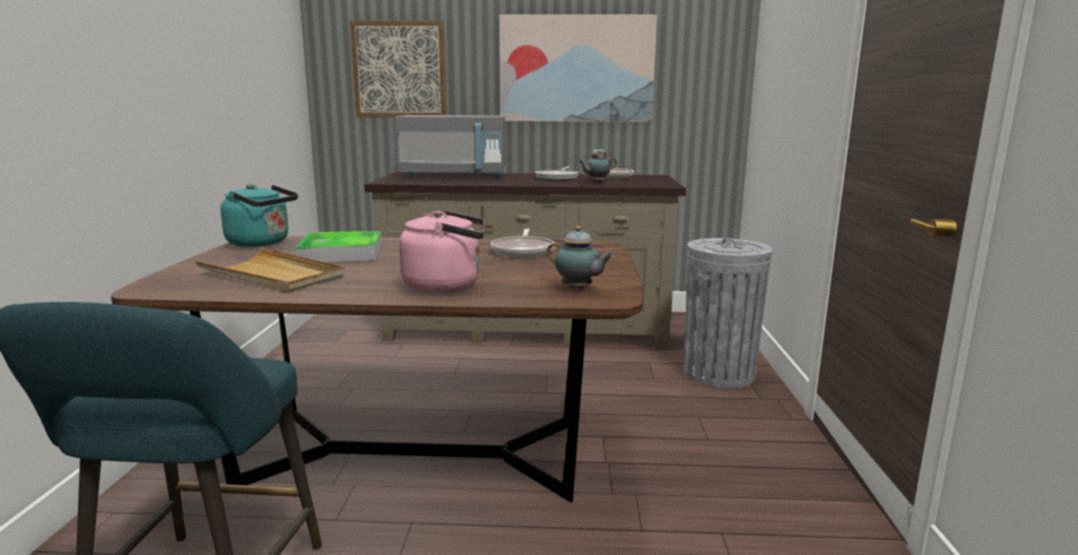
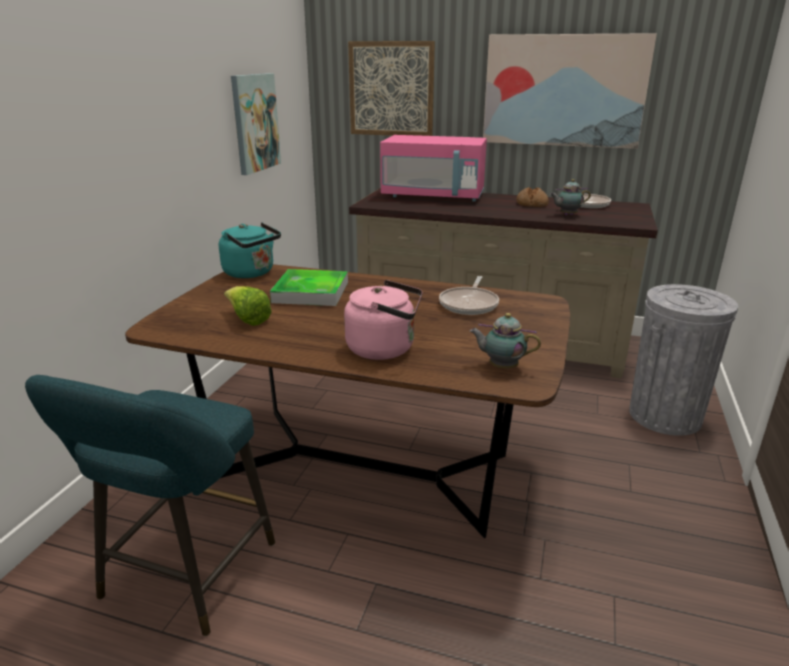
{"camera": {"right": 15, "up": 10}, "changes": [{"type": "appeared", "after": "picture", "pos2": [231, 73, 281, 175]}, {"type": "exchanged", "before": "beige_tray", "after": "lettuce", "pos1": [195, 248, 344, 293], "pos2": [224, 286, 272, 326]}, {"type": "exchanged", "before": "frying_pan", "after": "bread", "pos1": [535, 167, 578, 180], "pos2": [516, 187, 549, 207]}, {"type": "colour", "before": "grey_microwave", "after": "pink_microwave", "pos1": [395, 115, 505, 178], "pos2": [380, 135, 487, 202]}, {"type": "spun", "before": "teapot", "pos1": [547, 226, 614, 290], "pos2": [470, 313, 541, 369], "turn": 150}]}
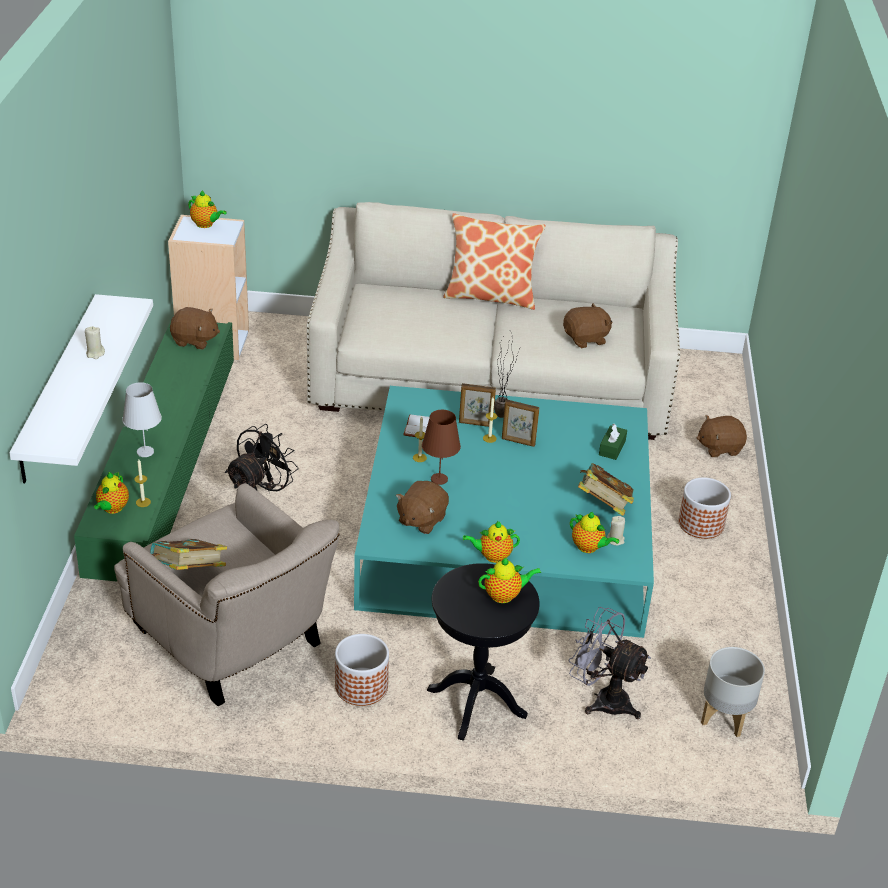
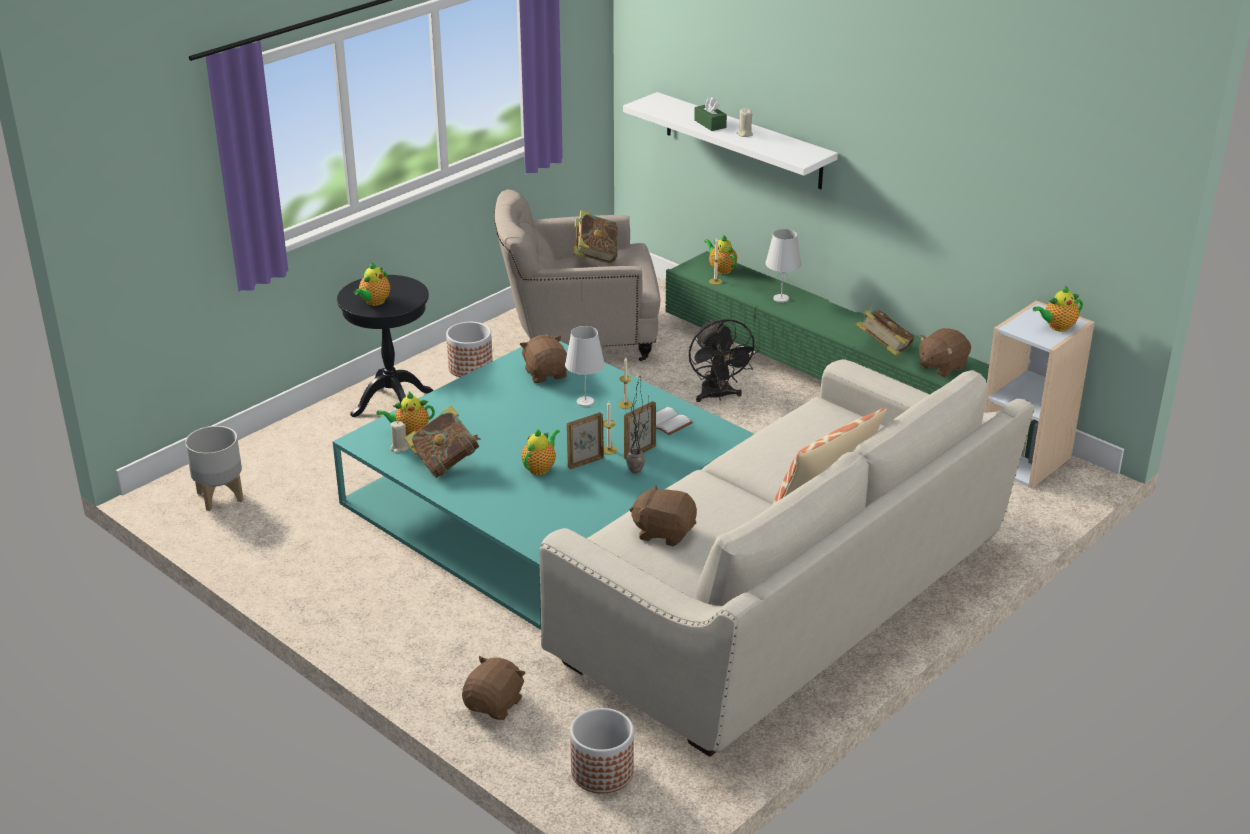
{"camera": {"right": 130, "up": -5}, "changes": [{"type": "missing", "before": "grey_fan", "pos1": [568, 607, 651, 719]}, {"type": "appeared", "after": "book", "pos2": [856, 310, 915, 356]}, {"type": "relocated", "before": "teapot", "pos1": [463, 521, 520, 563], "pos2": [521, 428, 560, 475]}, {"type": "relocated", "before": "green_tissue_box", "pos1": [599, 424, 627, 460], "pos2": [694, 97, 727, 131]}, {"type": "relocated", "before": "planter", "pos1": [678, 477, 731, 539], "pos2": [570, 708, 634, 794]}, {"type": "colour", "before": "brown_table_lamp", "after": "white_table_lamp", "pos1": [422, 410, 461, 485], "pos2": [565, 326, 605, 407]}, {"type": "spun", "before": "brown_plush_toy", "pos1": [563, 303, 612, 348], "pos2": [629, 484, 697, 546], "turn": 90}]}
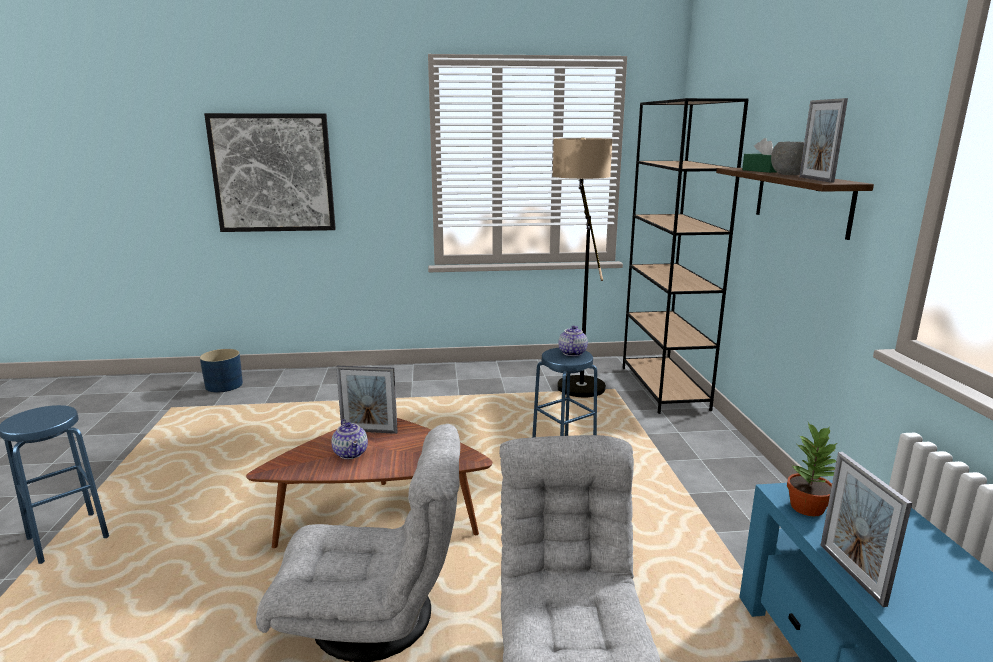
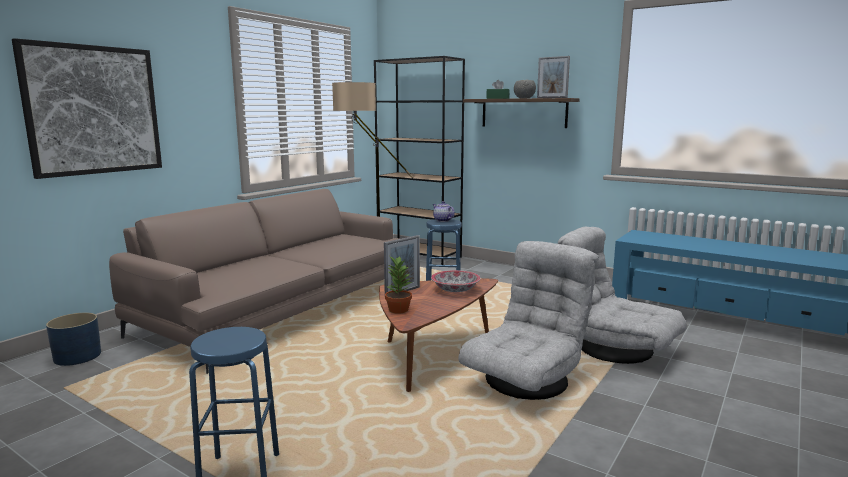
{"camera": {"right": -50, "up": -5}, "changes": [{"type": "missing", "before": "teapot", "pos1": [331, 419, 368, 459]}, {"type": "missing", "before": "picture_frame", "pos1": [820, 452, 912, 607]}, {"type": "appeared", "after": "beige_sofa", "pos2": [109, 189, 399, 374]}, {"type": "appeared", "after": "bowl", "pos2": [431, 270, 481, 292]}, {"type": "relocated", "before": "potted_plant", "pos1": [787, 422, 837, 516], "pos2": [385, 257, 412, 314]}]}
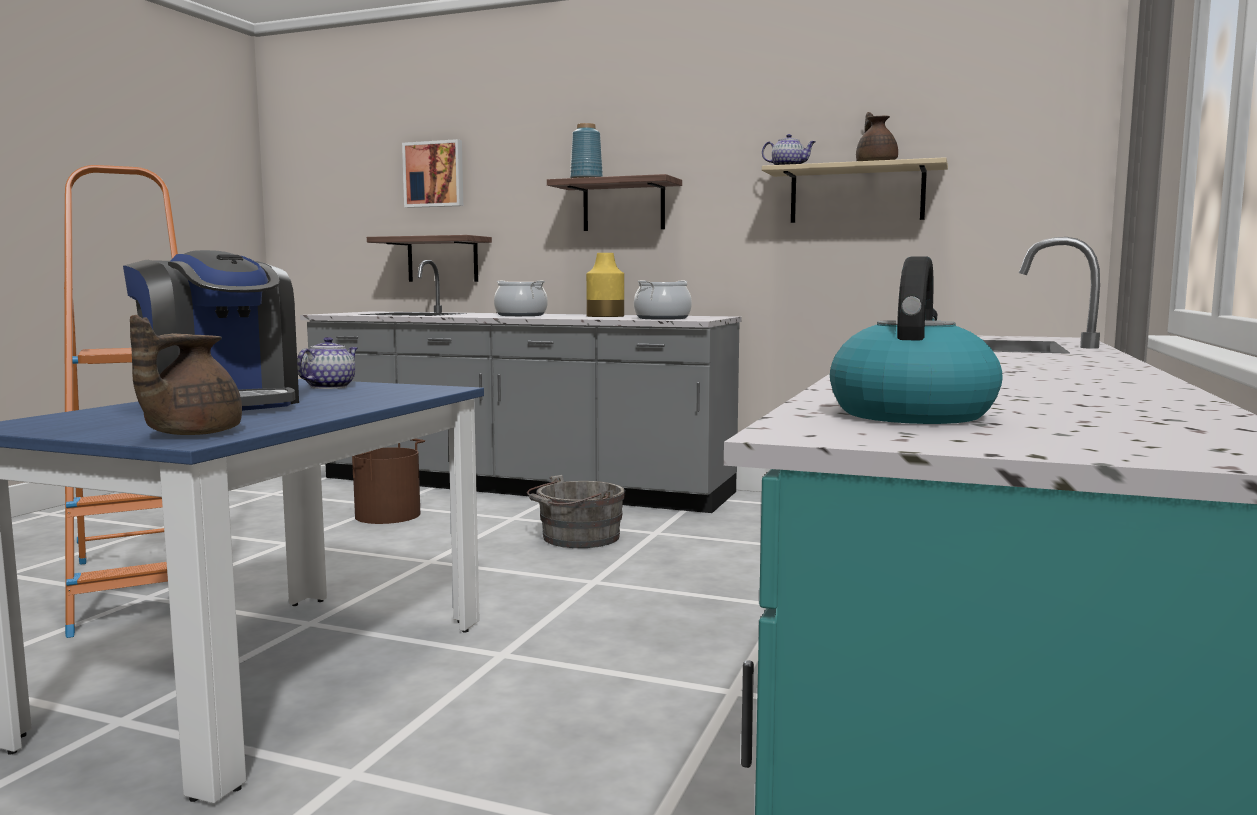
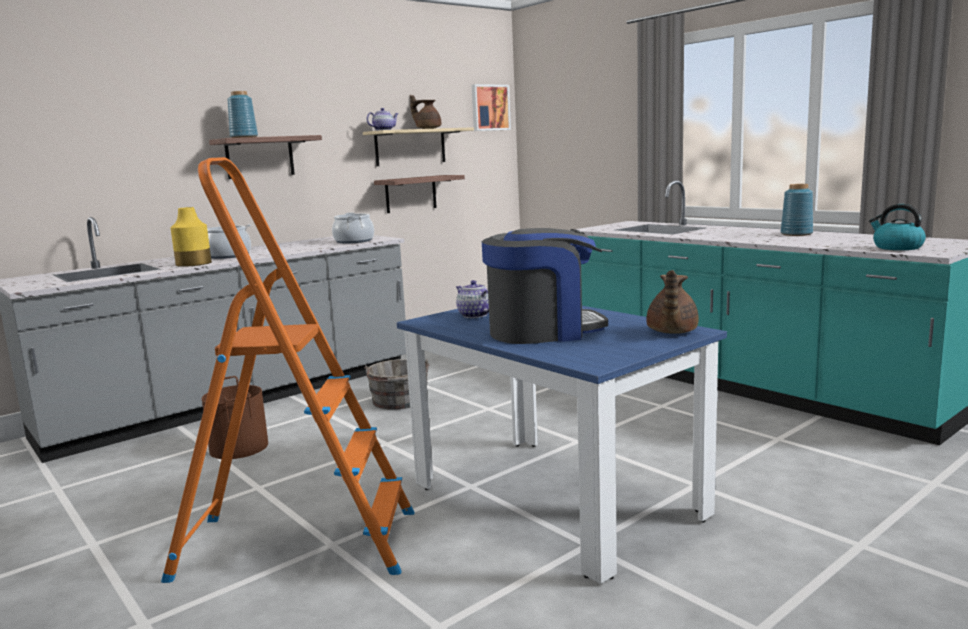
{"camera": {"right": -60, "up": 5}, "changes": [{"type": "appeared", "after": "blue_vase", "pos2": [781, 184, 813, 236]}, {"type": "relocated", "before": "shelf", "pos1": [367, 235, 492, 282], "pos2": [374, 175, 465, 213]}, {"type": "relocated", "before": "picture", "pos1": [402, 139, 463, 208], "pos2": [471, 84, 511, 131]}, {"type": "relocated", "before": "yellow_vase", "pos1": [586, 253, 624, 317], "pos2": [170, 207, 212, 267]}, {"type": "spun", "before": "brown_teapot", "pos1": [130, 315, 242, 435], "pos2": [646, 270, 699, 334], "turn": 60}]}
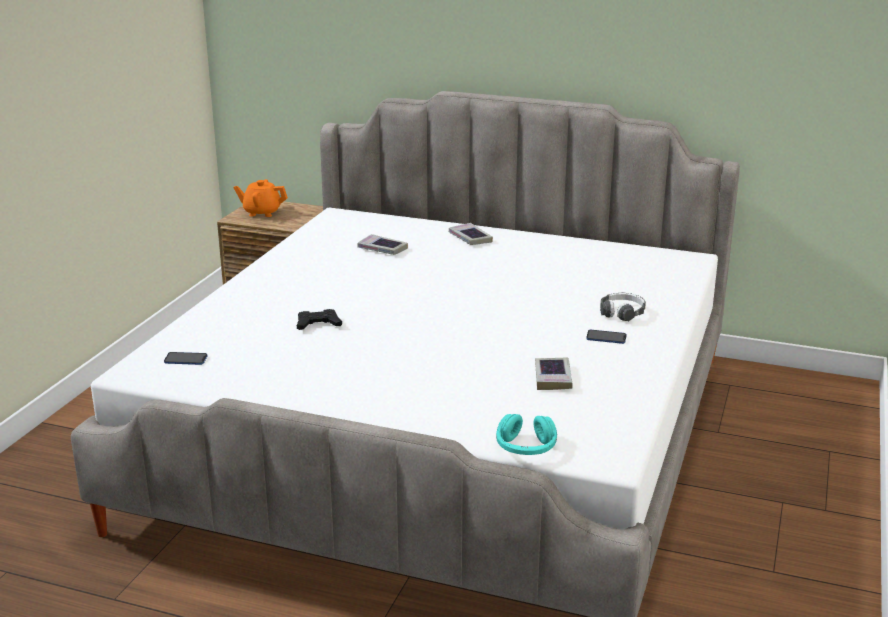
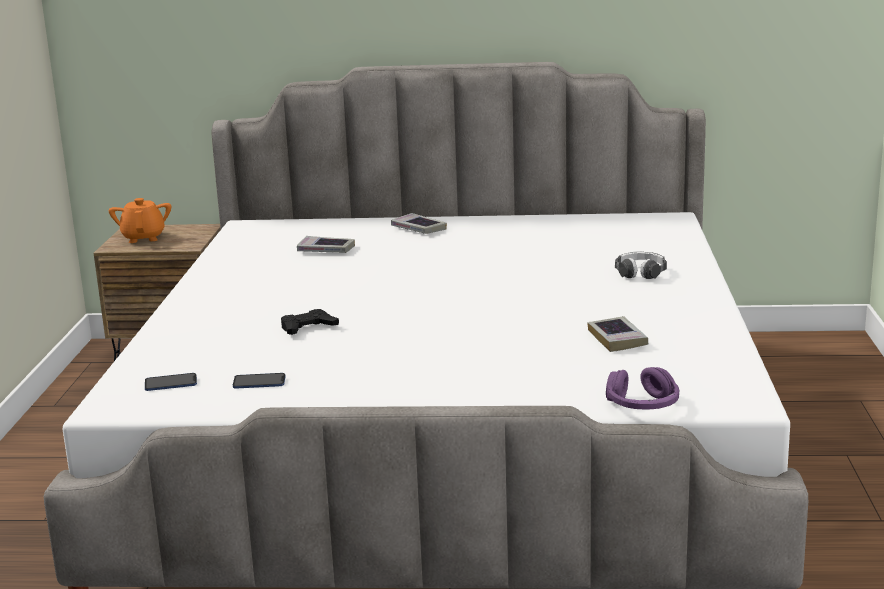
{"camera": {"right": -15, "up": -5}, "changes": [{"type": "relocated", "before": "phone", "pos1": [586, 330, 627, 344], "pos2": [233, 373, 286, 389]}, {"type": "colour", "before": "turquoise_headphones", "after": "purple_headphones", "pos1": [496, 414, 557, 455], "pos2": [606, 367, 679, 410]}, {"type": "spun", "before": "orange_teapot", "pos1": [234, 179, 288, 217], "pos2": [109, 198, 171, 243], "turn": 90}]}
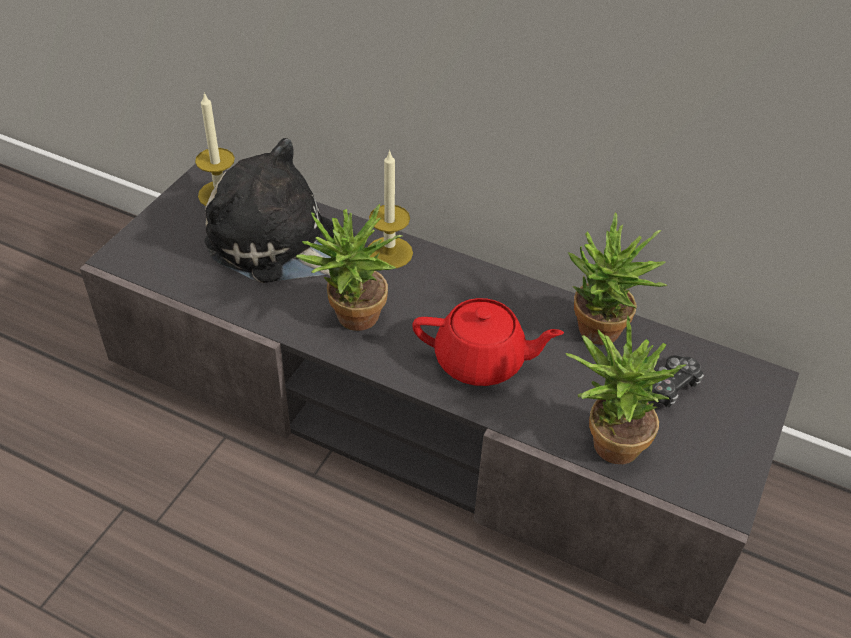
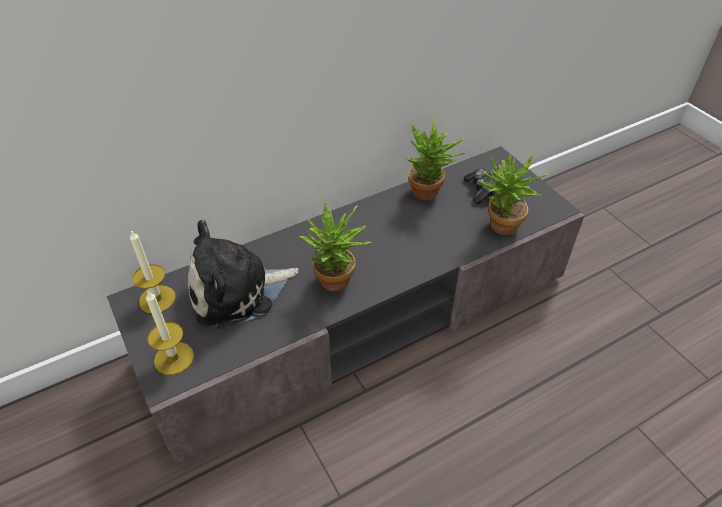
{"camera": {"right": -55, "up": 0}, "changes": [{"type": "missing", "before": "red_teapot", "pos1": [412, 298, 564, 386]}, {"type": "relocated", "before": "candle", "pos1": [368, 149, 413, 268], "pos2": [146, 290, 194, 375]}]}
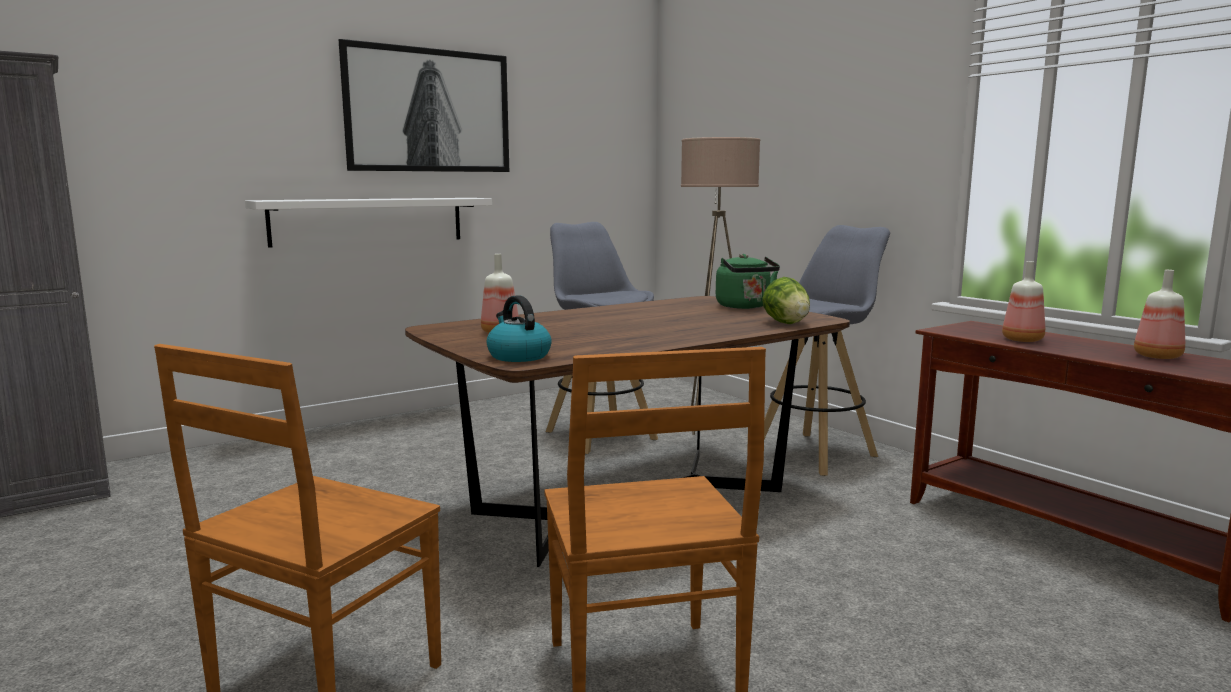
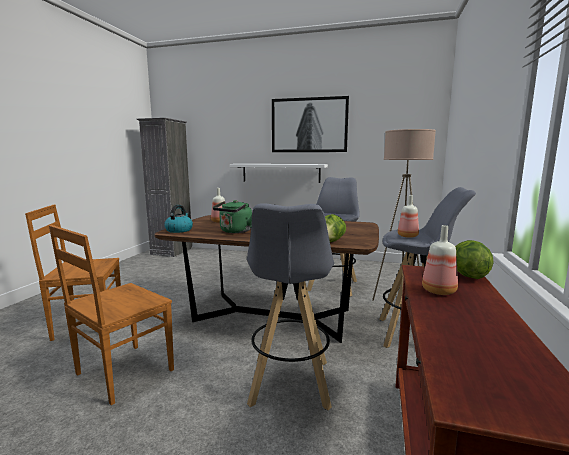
{"camera": {"right": 50, "up": 0}, "changes": [{"type": "appeared", "after": "grey_stool", "pos2": [247, 203, 335, 410]}, {"type": "appeared", "after": "lettuce", "pos2": [455, 240, 494, 279]}, {"type": "relocated", "before": "green_kettle", "pos1": [716, 254, 780, 309], "pos2": [213, 200, 252, 233]}, {"type": "relocated", "before": "bottle", "pos1": [1134, 270, 1185, 359], "pos2": [398, 195, 419, 238]}]}
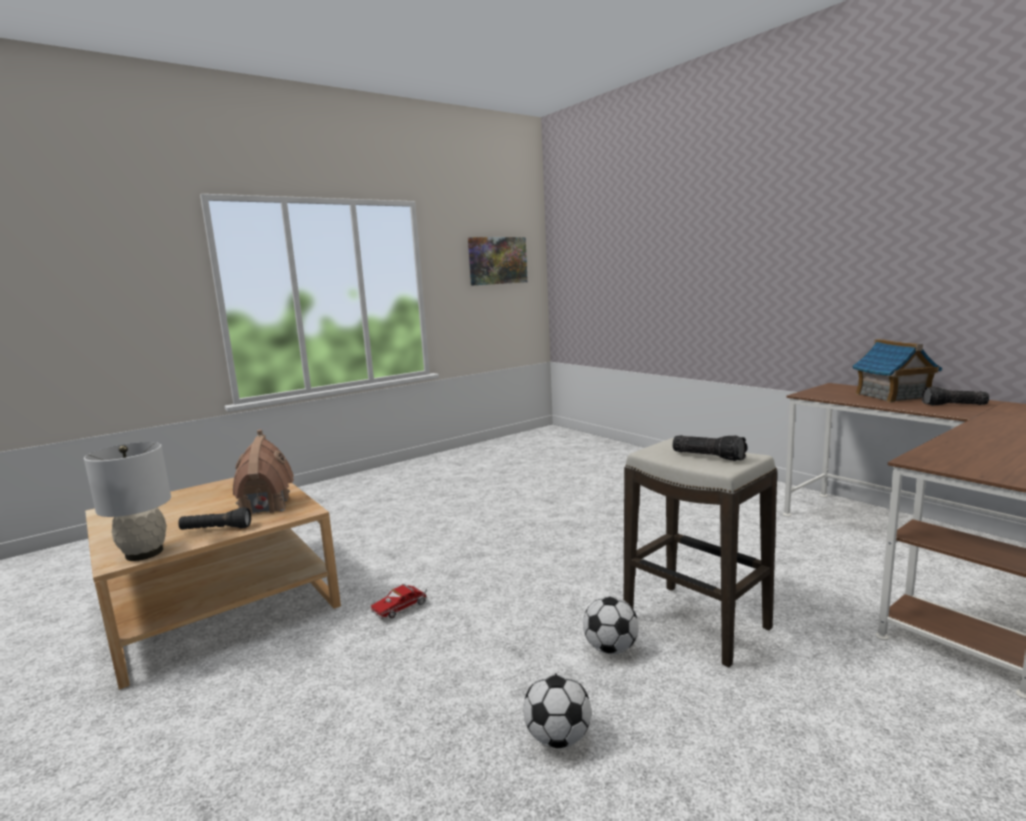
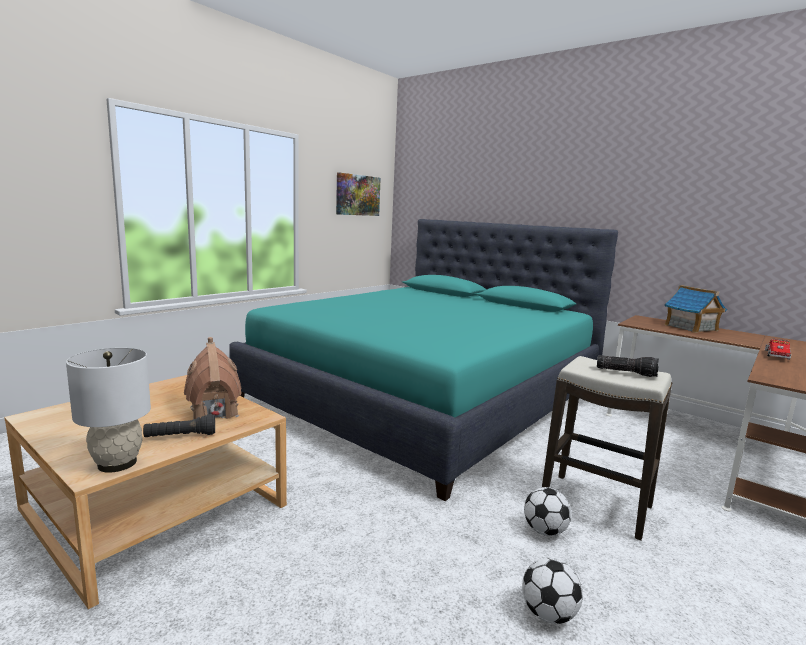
{"camera": {"right": -15, "up": 0}, "changes": [{"type": "missing", "before": "flashlight", "pos1": [922, 386, 989, 405]}, {"type": "appeared", "after": "turquoise_bed", "pos2": [229, 219, 618, 501]}, {"type": "relocated", "before": "toy_truck", "pos1": [371, 584, 428, 619], "pos2": [765, 338, 791, 360]}]}
